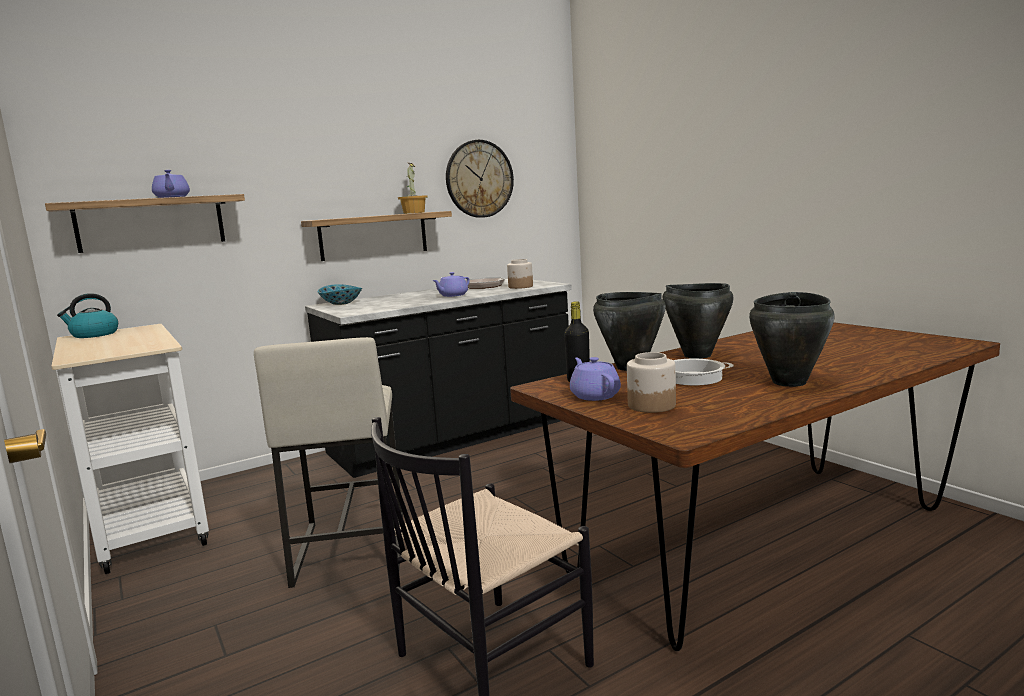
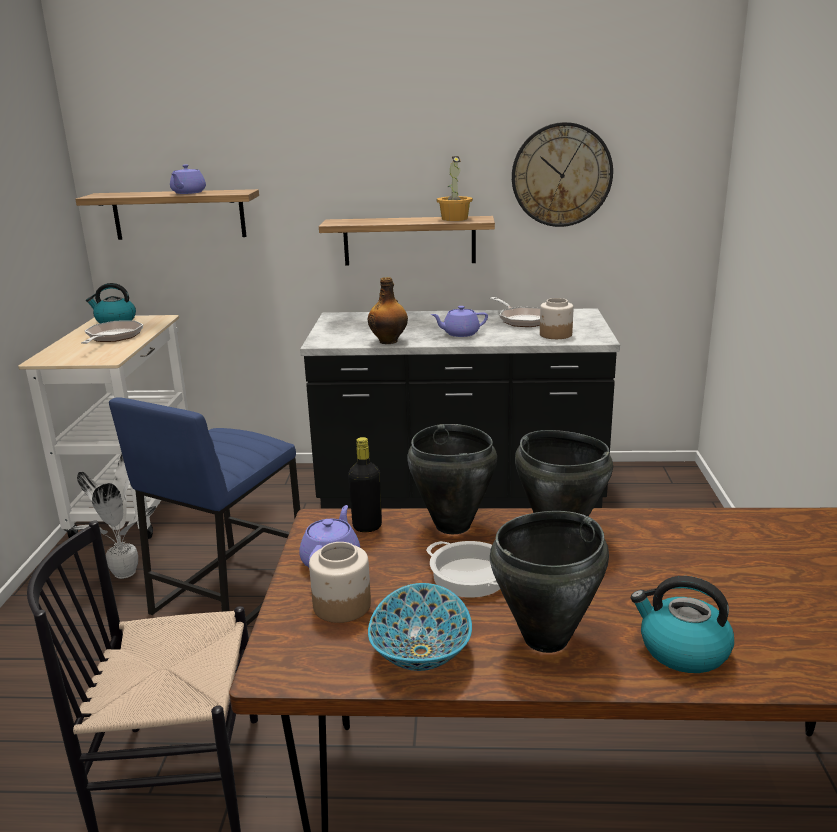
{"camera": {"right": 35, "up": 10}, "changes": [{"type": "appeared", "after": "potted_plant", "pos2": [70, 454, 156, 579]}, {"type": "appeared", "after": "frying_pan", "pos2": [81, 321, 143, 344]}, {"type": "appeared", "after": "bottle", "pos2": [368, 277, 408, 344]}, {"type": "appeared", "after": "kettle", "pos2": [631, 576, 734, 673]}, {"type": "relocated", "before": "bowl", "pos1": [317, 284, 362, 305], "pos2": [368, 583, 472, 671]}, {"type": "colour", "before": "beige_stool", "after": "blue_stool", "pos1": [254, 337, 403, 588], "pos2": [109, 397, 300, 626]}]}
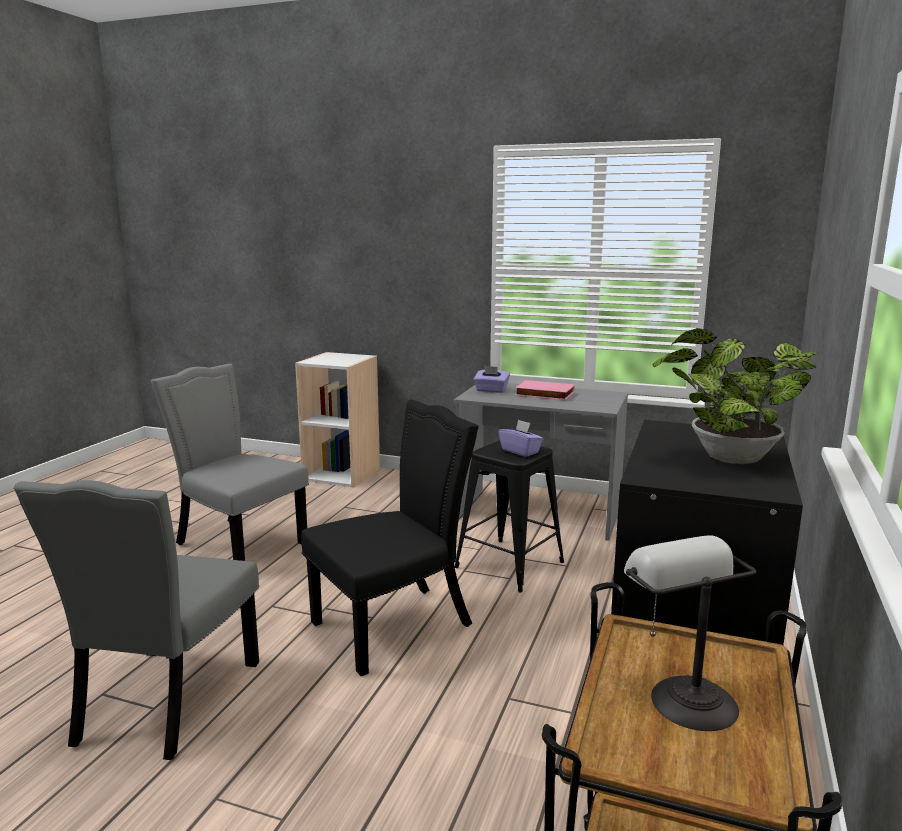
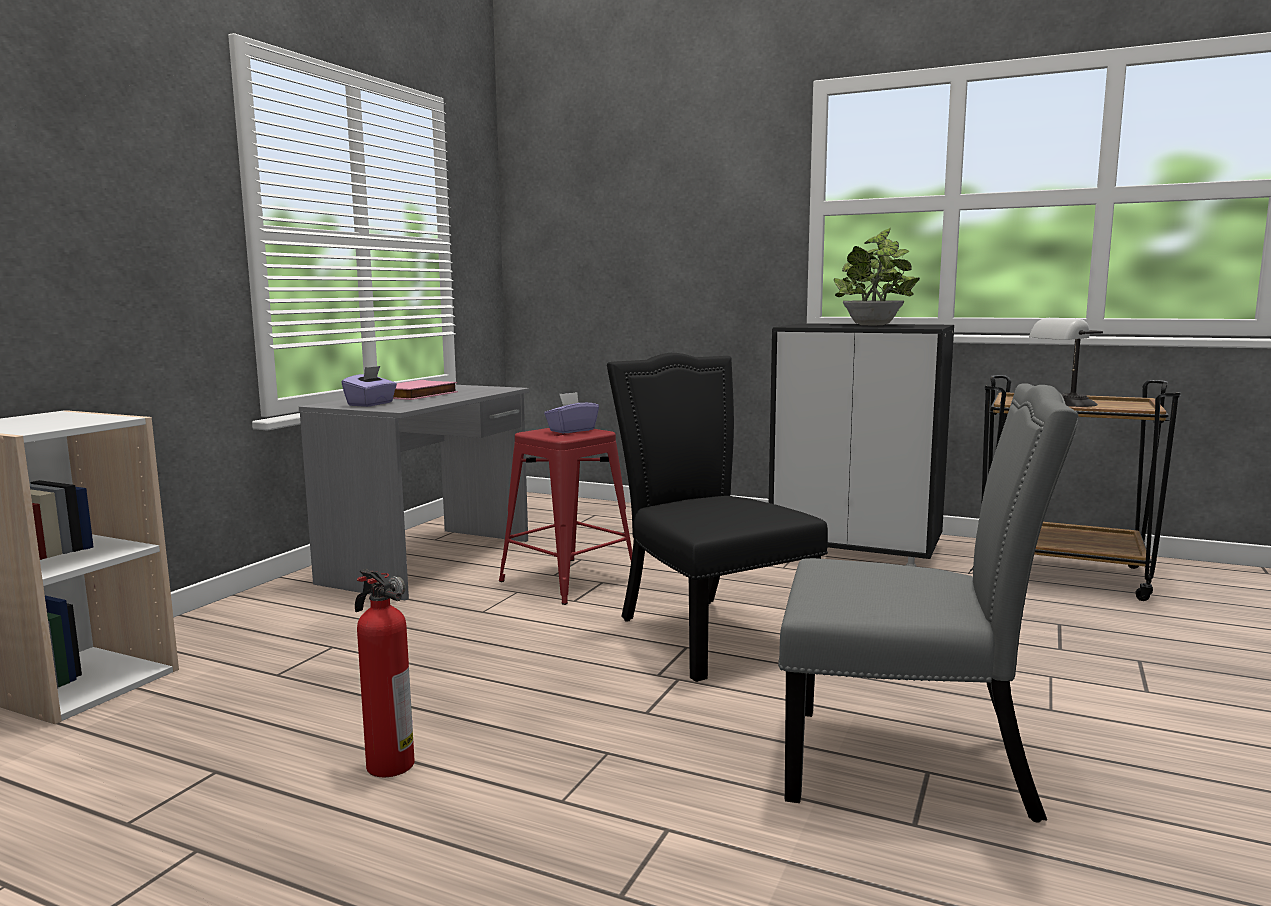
{"camera": {"right": -85, "up": -5}, "changes": [{"type": "exchanged", "before": "grey_chair", "after": "fire_extinguisher", "pos1": [151, 364, 309, 561], "pos2": [355, 568, 415, 777]}, {"type": "colour", "before": "black_stool", "after": "red_stool", "pos1": [454, 440, 564, 592], "pos2": [499, 428, 632, 605]}]}
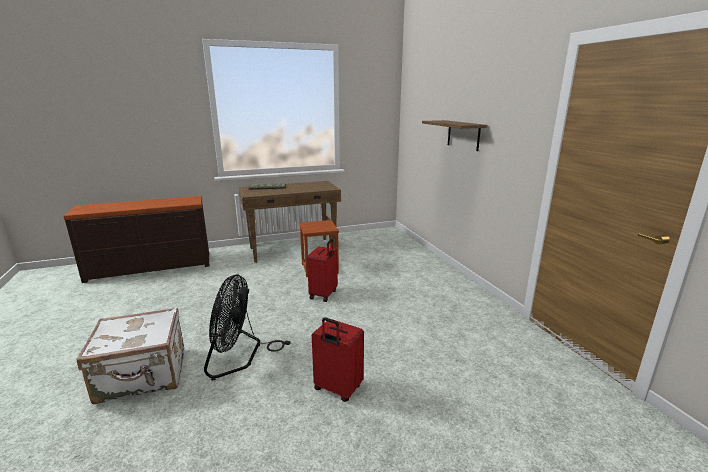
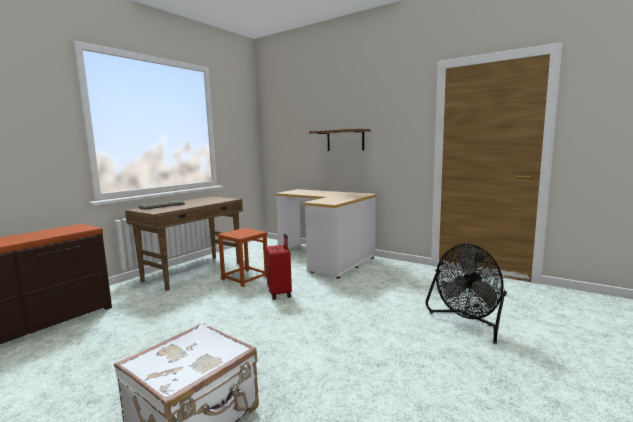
{"camera": {"right": -35, "up": -10}, "changes": [{"type": "missing", "before": "red_suitcase", "pos1": [312, 317, 364, 402]}, {"type": "appeared", "after": "desk", "pos2": [276, 189, 377, 279]}, {"type": "relocated", "before": "black_fan", "pos1": [204, 274, 291, 381], "pos2": [426, 244, 507, 344]}]}
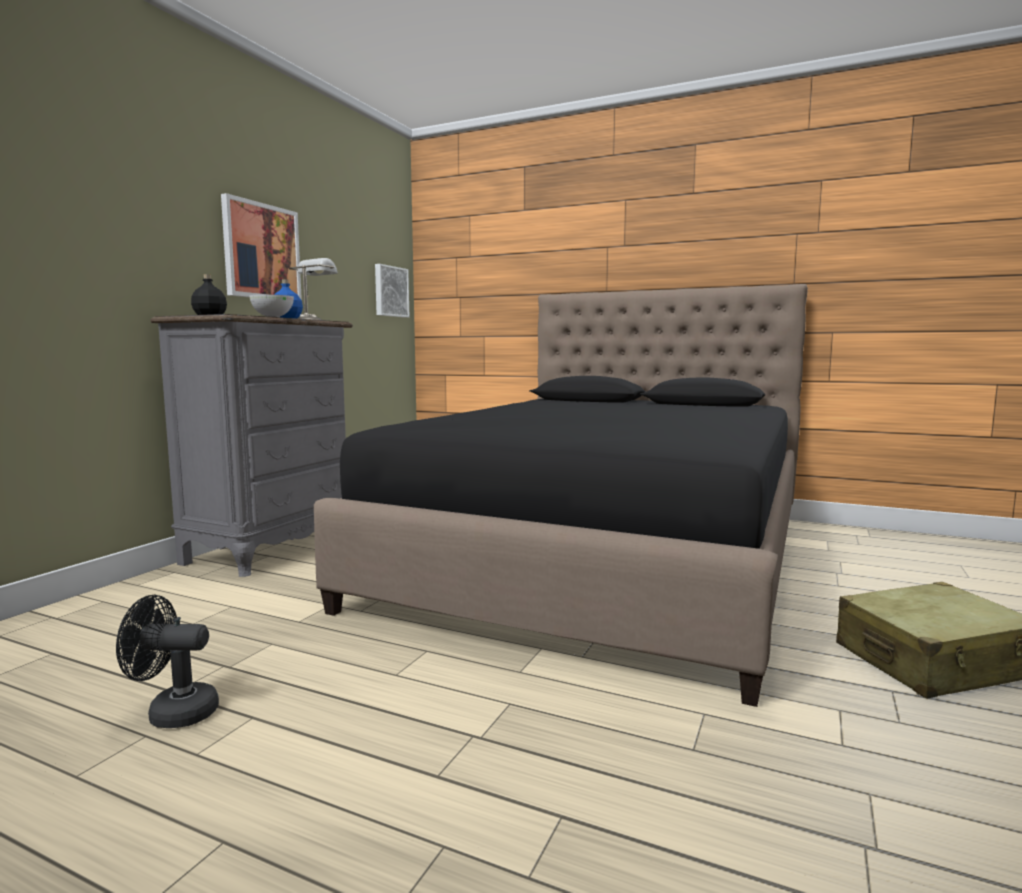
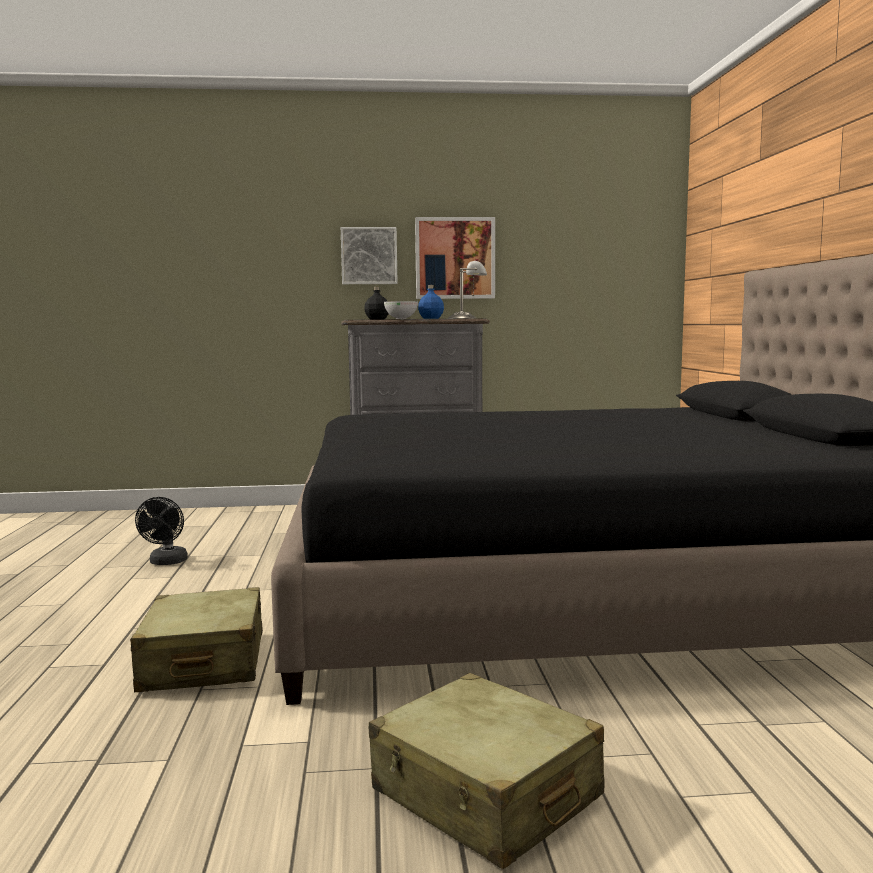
{"camera": {"right": 60, "up": 0}, "changes": [{"type": "appeared", "after": "beige_suitcase", "pos2": [130, 587, 263, 692]}, {"type": "relocated", "before": "picture", "pos1": [375, 264, 409, 318], "pos2": [341, 227, 398, 284]}, {"type": "spun", "before": "black_fan", "pos1": [116, 595, 219, 728], "pos2": [135, 497, 188, 565], "turn": -150}]}
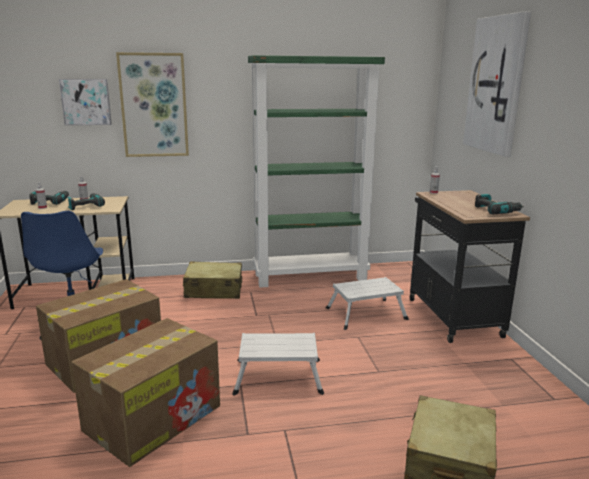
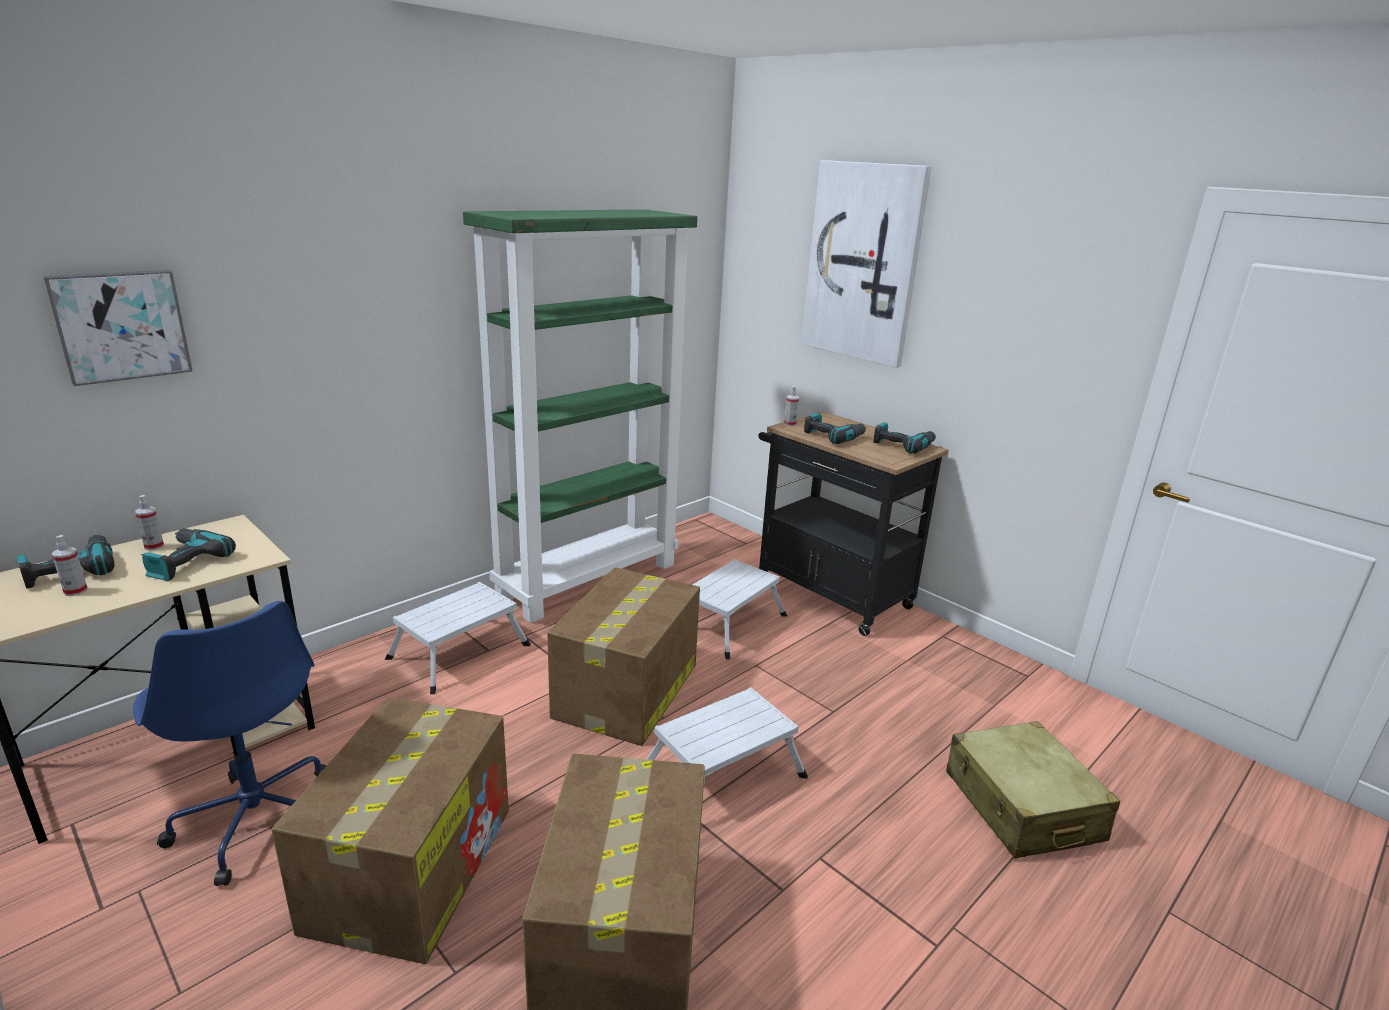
{"camera": {"right": -35, "up": 5}, "changes": [{"type": "missing", "before": "picture", "pos1": [116, 52, 189, 157]}, {"type": "appeared", "after": "cardboard_box", "pos2": [547, 567, 700, 746]}, {"type": "appeared", "after": "power_drill", "pos2": [804, 413, 866, 444]}, {"type": "exchanged", "before": "beige_suitcase", "after": "white_step_ladder", "pos1": [183, 261, 243, 299], "pos2": [385, 582, 531, 694]}]}
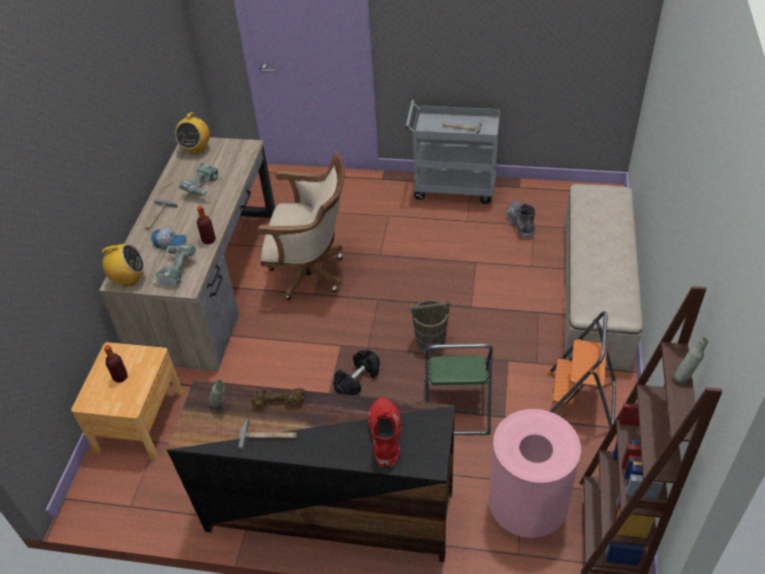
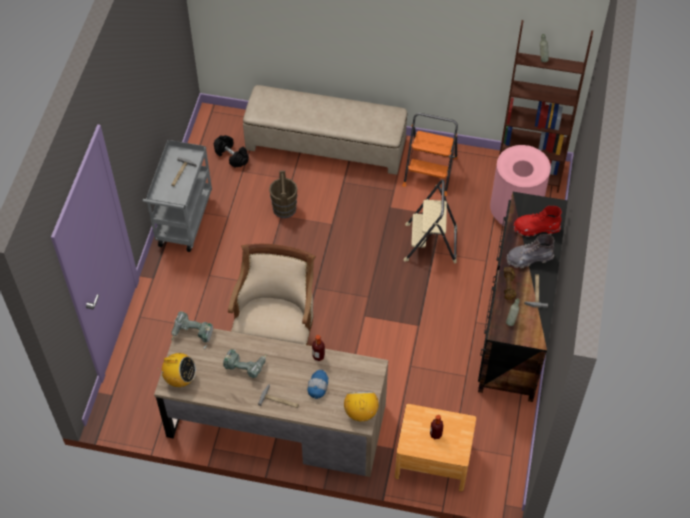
{"camera": {"right": -90, "up": 10}, "changes": [{"type": "relocated", "before": "power_drill", "pos1": [153, 244, 196, 286], "pos2": [171, 311, 213, 349]}, {"type": "relocated", "before": "black_dumbbell", "pos1": [333, 350, 380, 395], "pos2": [214, 135, 249, 168]}, {"type": "relocated", "before": "brown_bucket", "pos1": [410, 298, 451, 353], "pos2": [269, 171, 297, 218]}, {"type": "relocated", "before": "grey_boot", "pos1": [507, 201, 535, 239], "pos2": [506, 234, 554, 268]}, {"type": "colour", "before": "green_step_ladder", "after": "beige_step_ladder", "pos1": [424, 344, 493, 435], "pos2": [404, 180, 457, 263]}]}
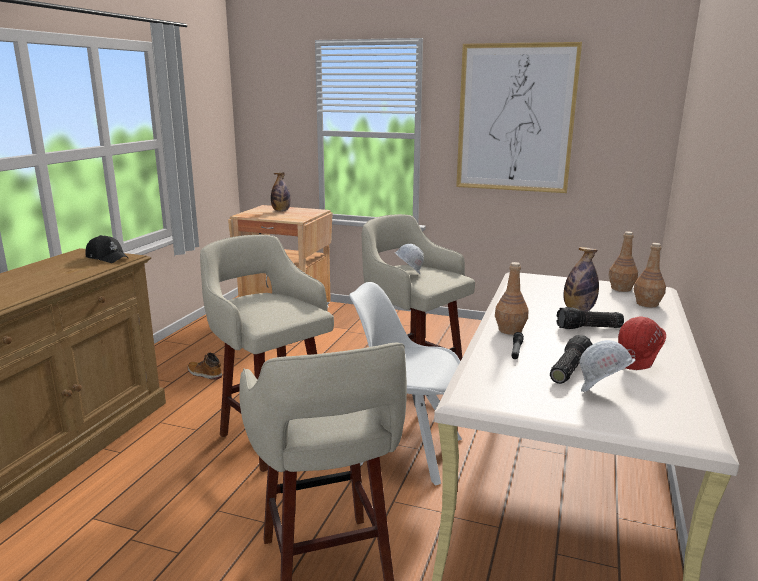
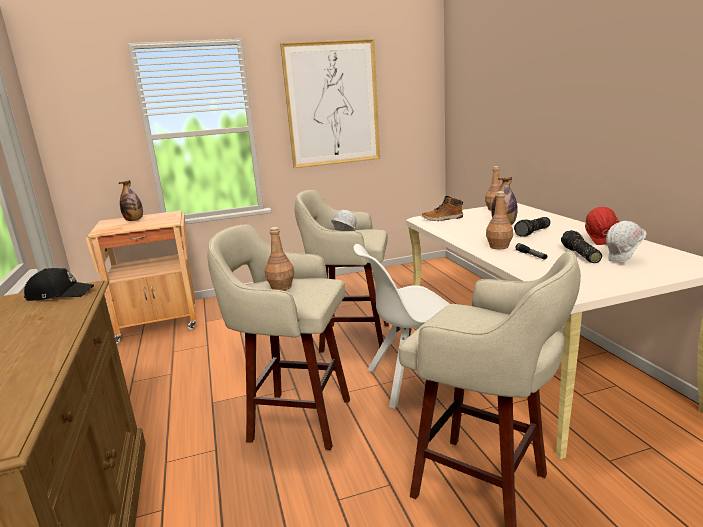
{"camera": {"right": -35, "up": 0}, "changes": [{"type": "relocated", "before": "boot", "pos1": [188, 353, 222, 380], "pos2": [422, 196, 463, 221]}, {"type": "relocated", "before": "brown_bottle", "pos1": [634, 243, 666, 307], "pos2": [265, 227, 294, 291]}]}
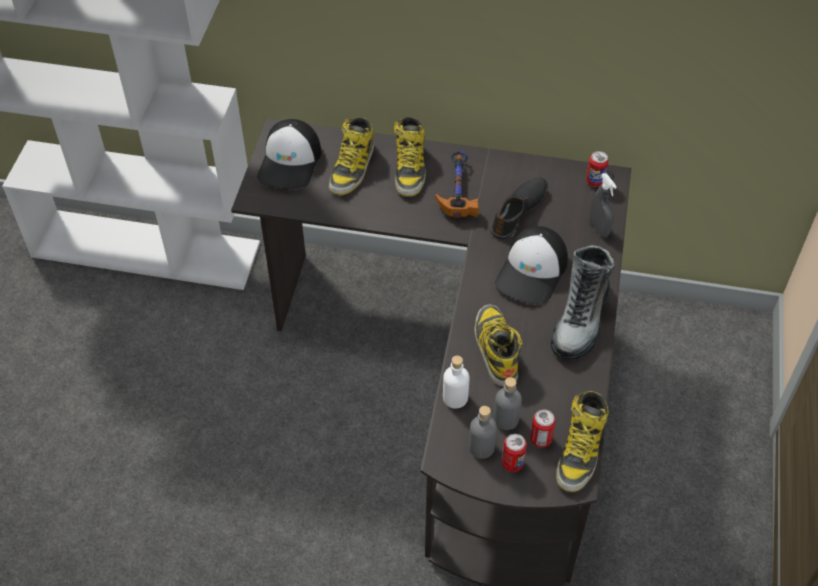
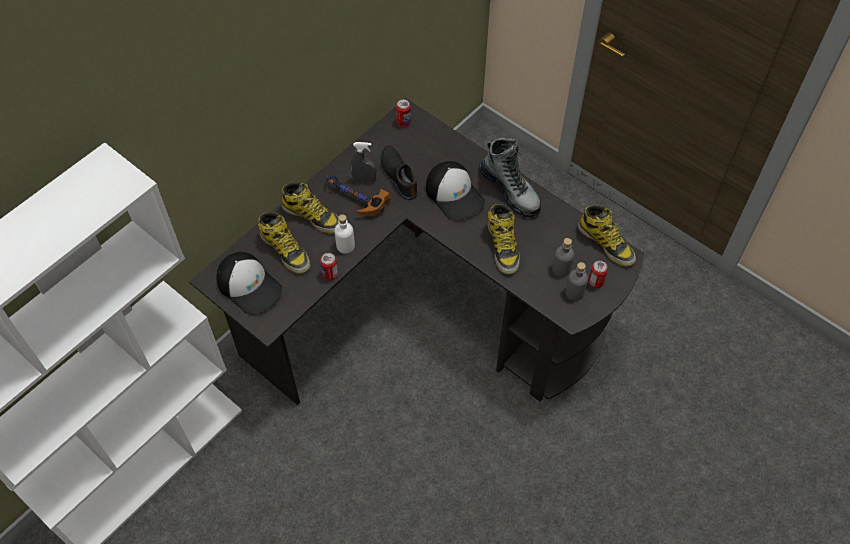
{"camera": {"right": -60, "up": 5}, "changes": [{"type": "relocated", "before": "white_bottle", "pos1": [443, 355, 469, 408], "pos2": [334, 214, 355, 254]}, {"type": "relocated", "before": "can", "pos1": [530, 409, 556, 448], "pos2": [320, 253, 338, 281]}, {"type": "relocated", "before": "grey_spray_bottle", "pos1": [589, 173, 617, 238], "pos2": [350, 142, 376, 183]}, {"type": "spun", "before": "boot", "pos1": [475, 305, 523, 386], "pos2": [487, 204, 520, 274], "turn": -120}]}
